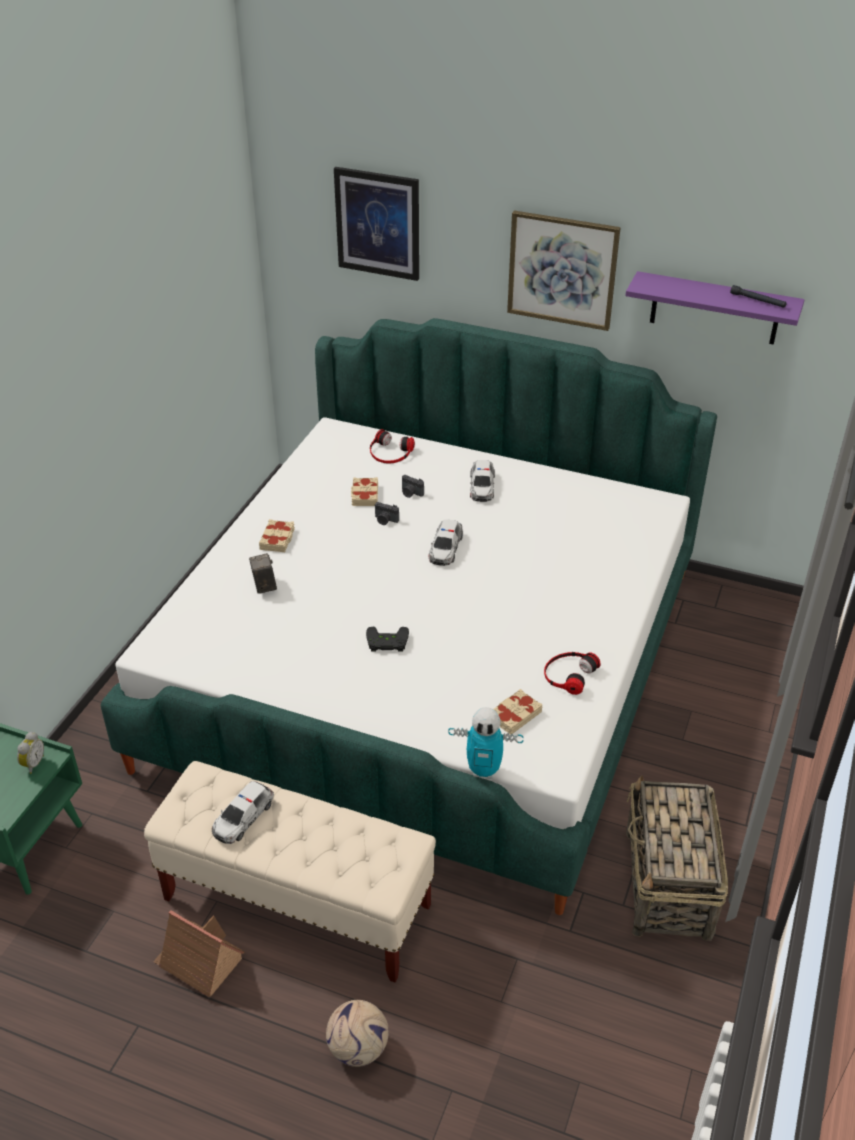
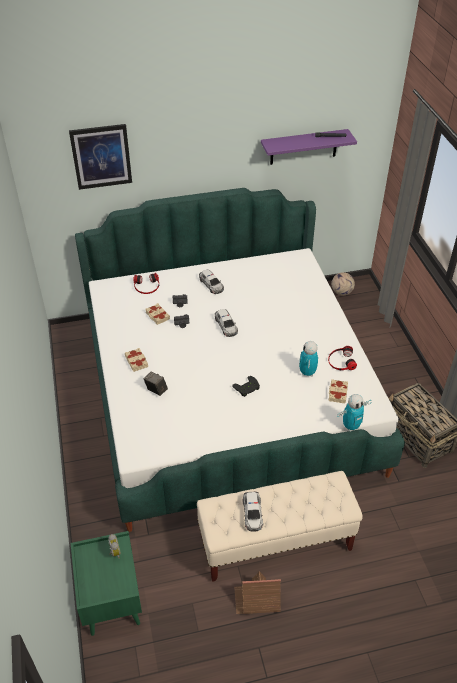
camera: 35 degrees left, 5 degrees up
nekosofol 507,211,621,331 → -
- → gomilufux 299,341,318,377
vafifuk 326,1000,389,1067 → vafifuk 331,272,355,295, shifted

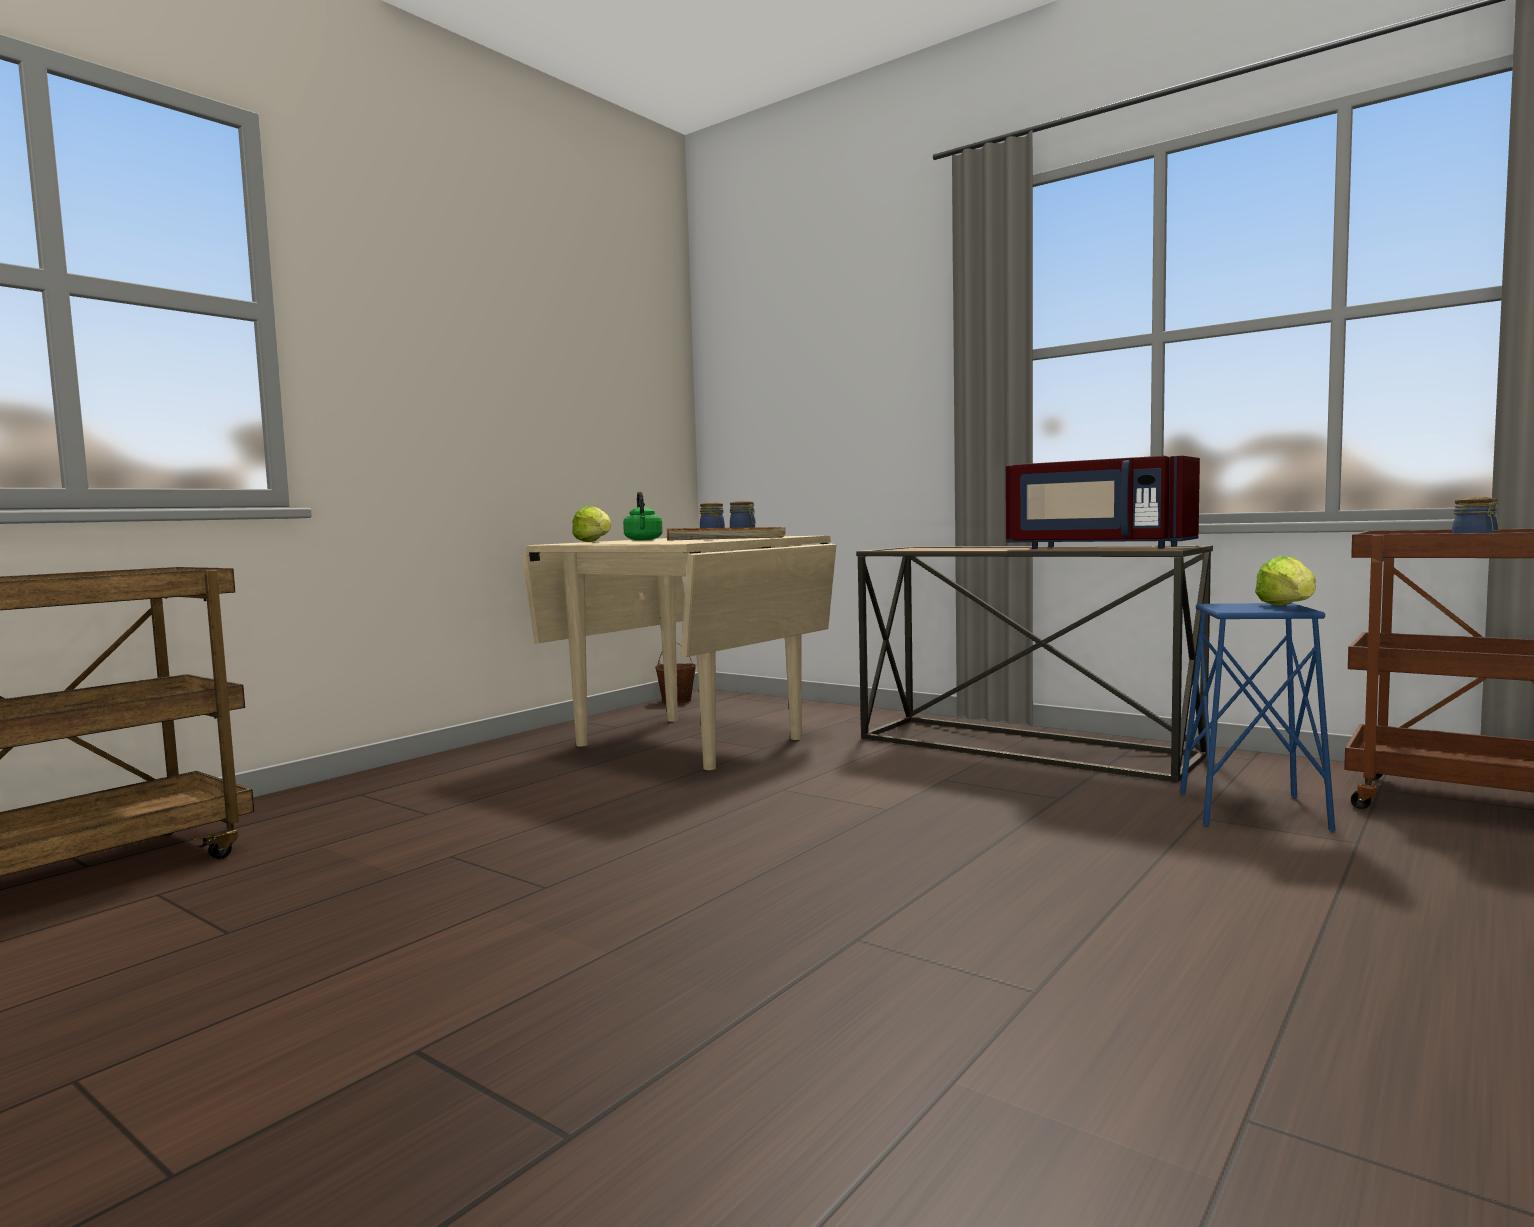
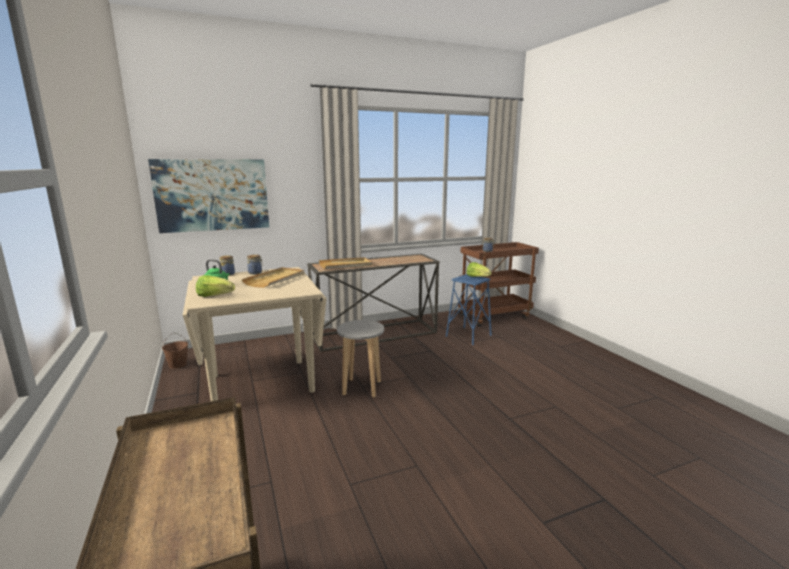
camera: 60 degrees left, 10 degrees up
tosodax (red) 1006,455,1200,549 → -
- → nekosofol 148,159,269,233
- → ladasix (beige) 319,257,373,269
- → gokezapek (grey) 337,320,384,398

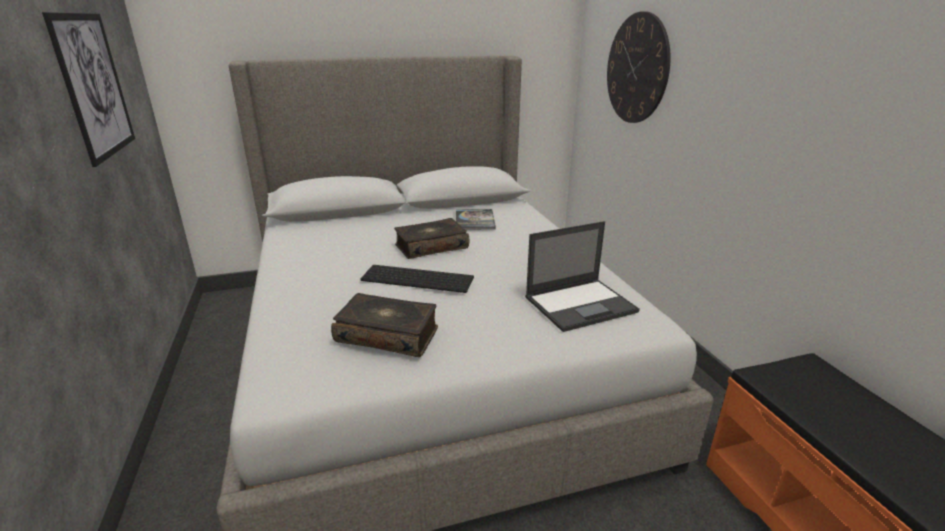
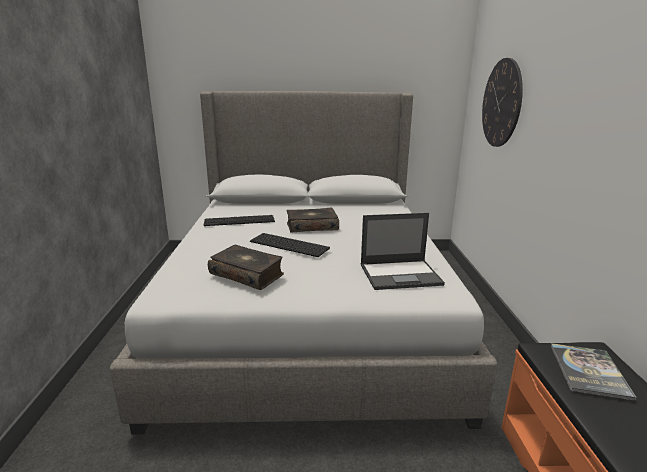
camera: 15 degrees right, 5 degrees down
nekosofol 42,12,135,167 → -
- → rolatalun 204,215,275,226
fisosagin 456,209,496,230 → fisosagin 551,343,637,401, shifted

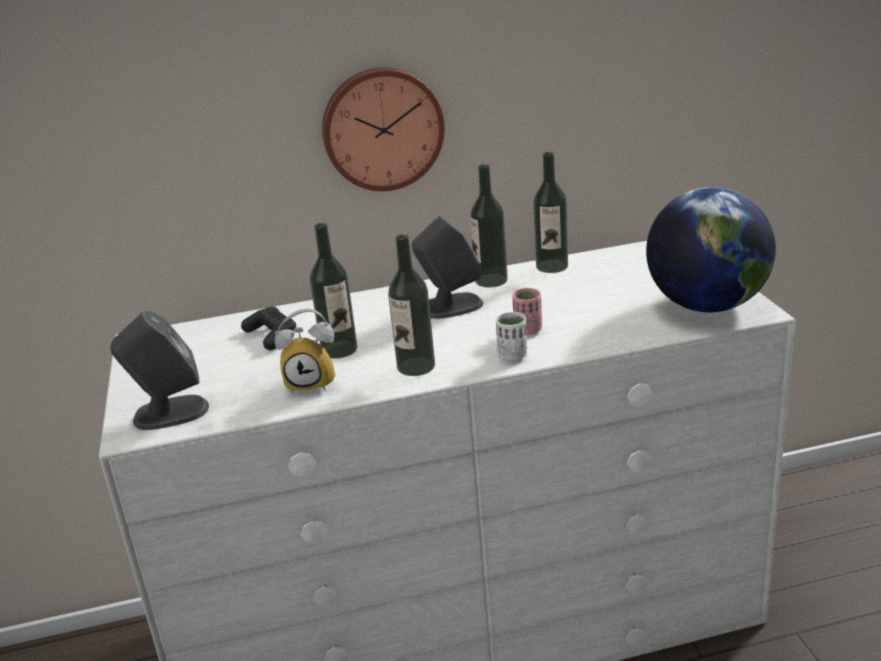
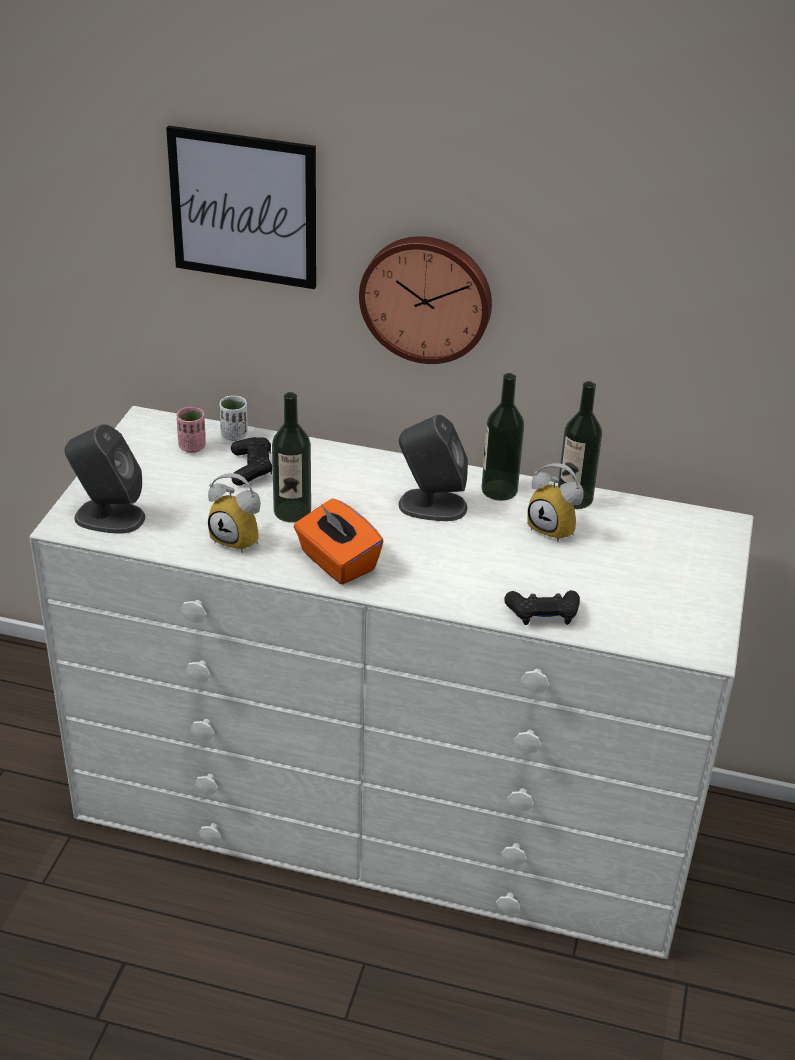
camera: 25 degrees right, 10 degrees up
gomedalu 646,187,776,312 → -
- → nekosofol 166,125,316,289
- → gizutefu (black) 504,590,580,625
- → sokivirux 527,463,584,542
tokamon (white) 496,312,527,362 → tokamon (white) 219,396,248,441, shifted
tokamon (pink) 512,288,542,335 → tokamon (pink) 177,407,206,453, shifted
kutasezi 388,234,435,376 → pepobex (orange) 294,498,384,585

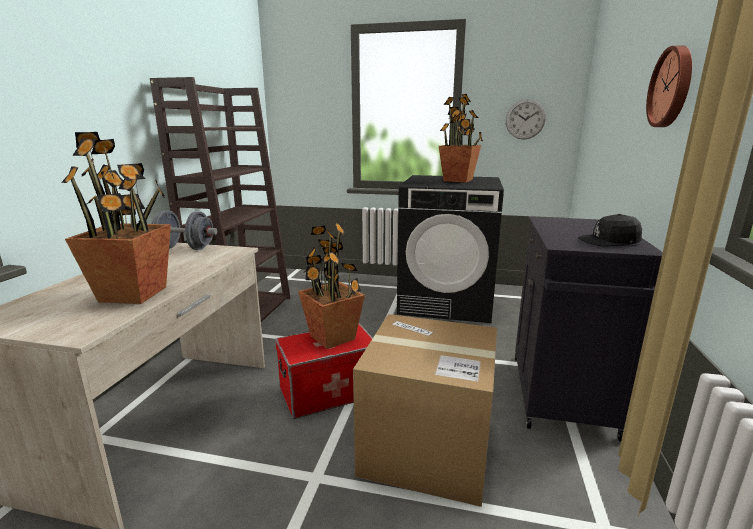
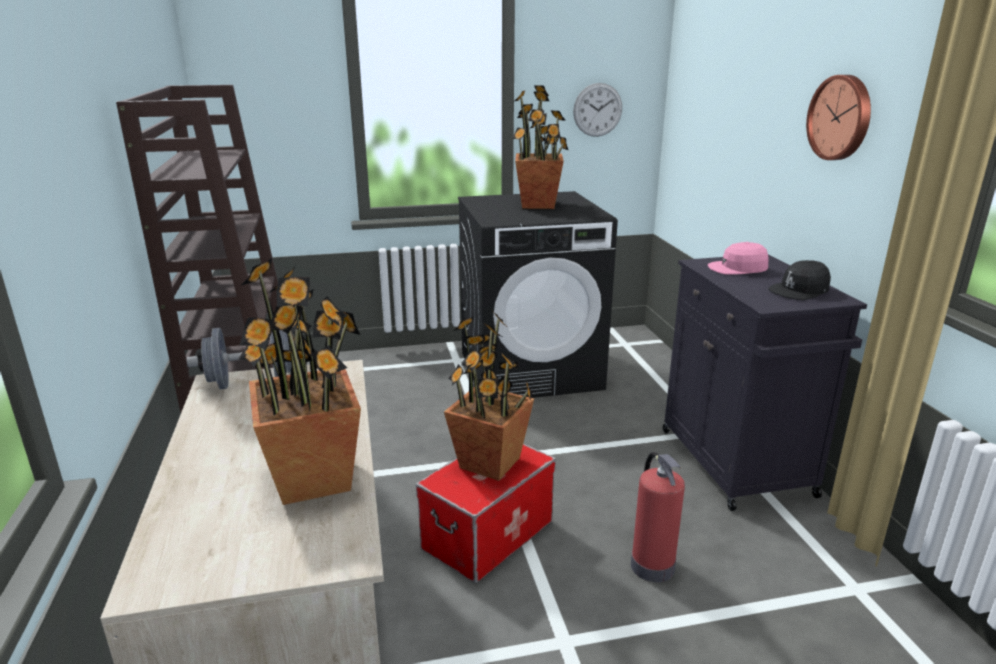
camera: 25 degrees left, 5 degrees up
- → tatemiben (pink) 708,242,769,275
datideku 353,314,497,507 → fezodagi 631,452,685,582

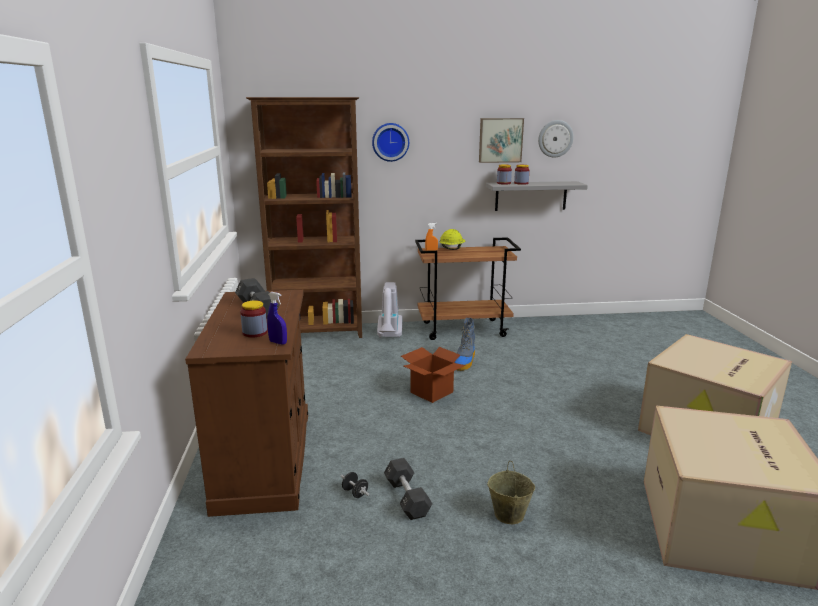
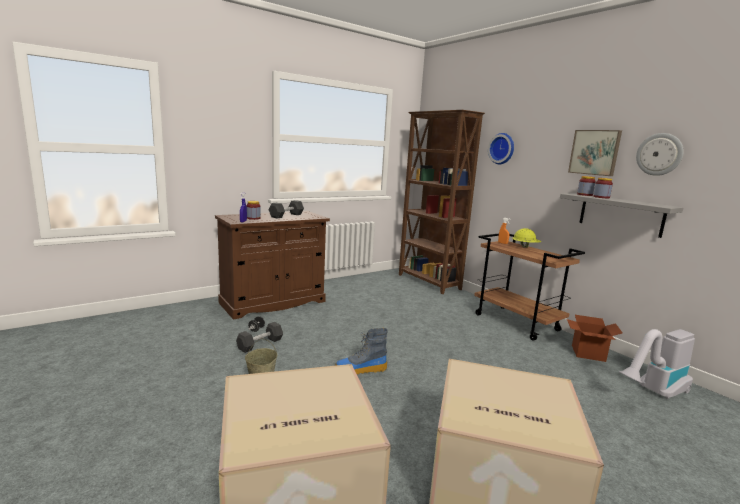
camera: 60 degrees right, 5 degrees down
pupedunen 377,282,403,338 → pupedunen 619,329,695,399, shifted
datideku 401,347,465,403 → datideku 567,315,622,362, shifted
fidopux 454,318,475,371 → fidopux 336,328,388,375, shifted

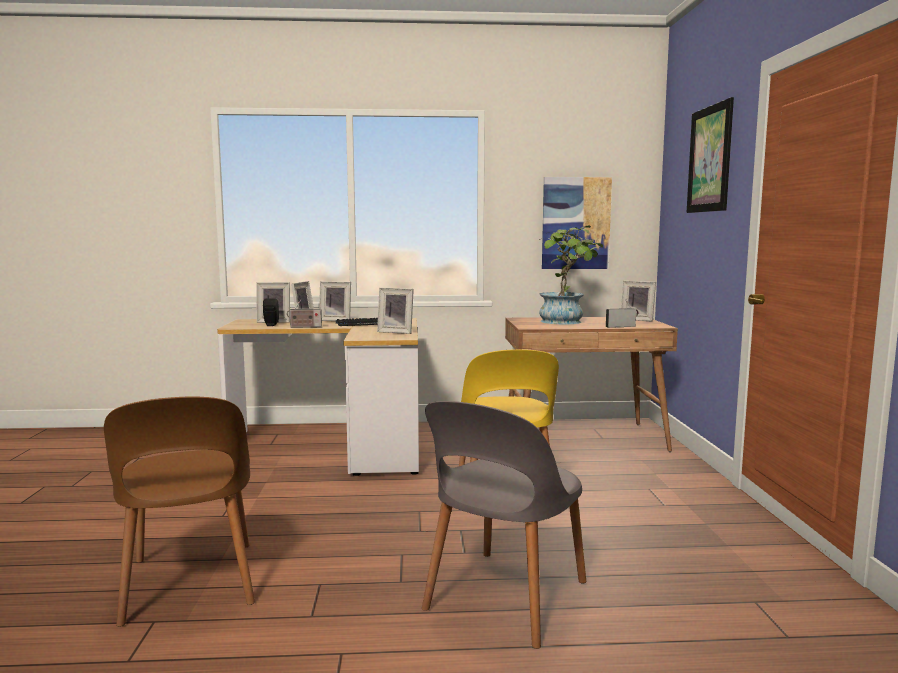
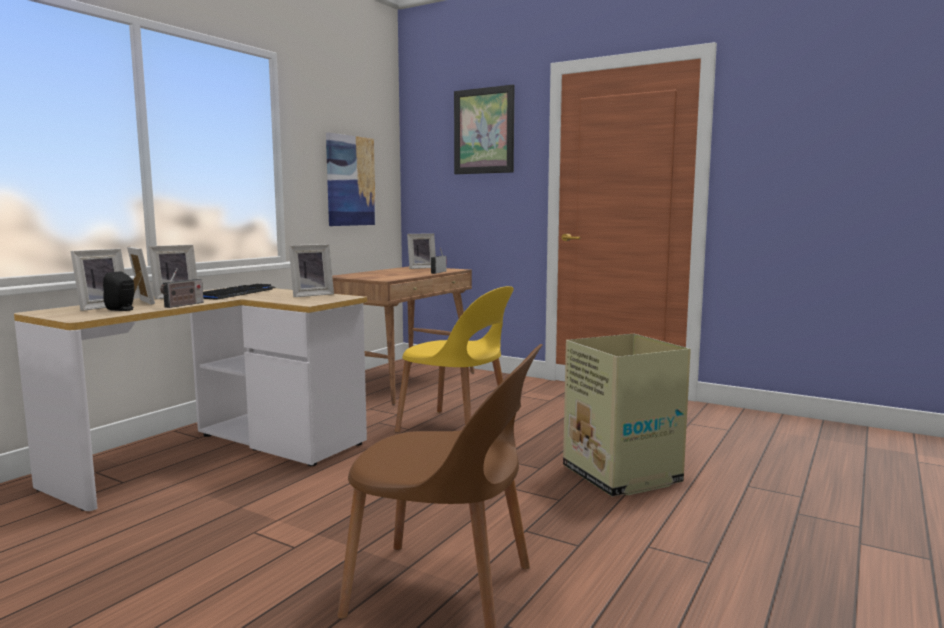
camera: 55 degrees left, 0 degrees up
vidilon 539,226,603,325 → -
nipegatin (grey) 422,401,586,649 → datideku 563,334,691,497

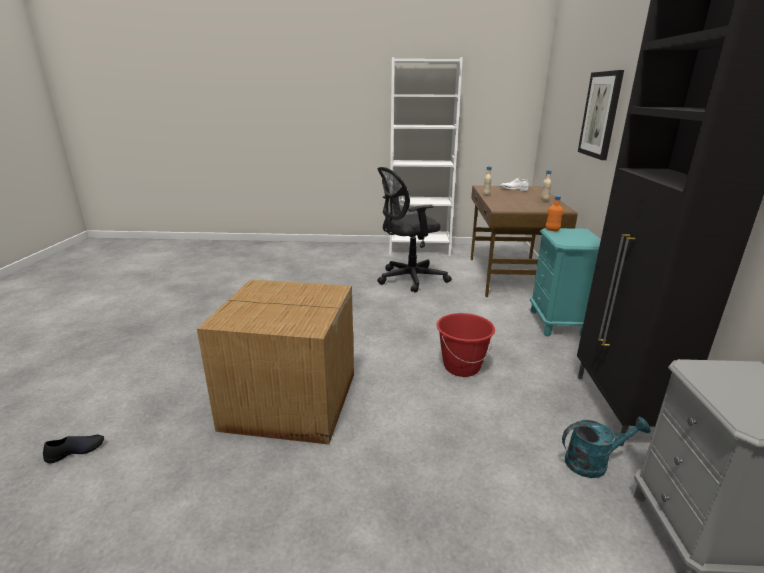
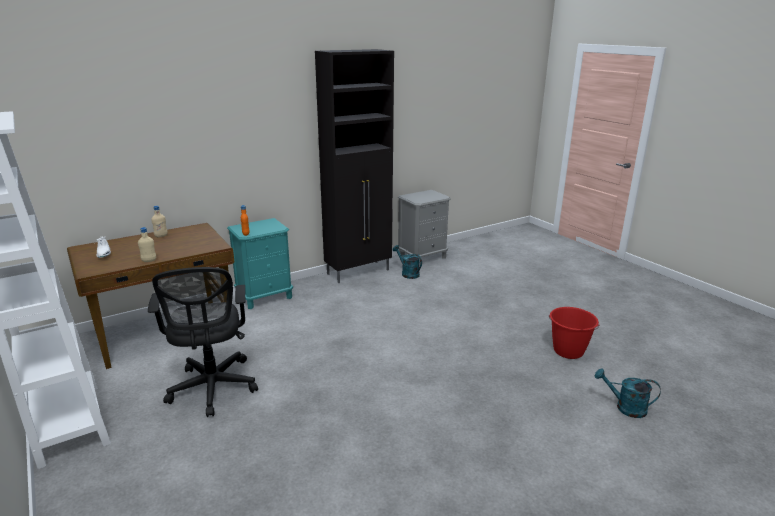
camera: 125 degrees left, 0 degrees up
datideku 197,279,354,445 → -
nekosofol 578,70,624,160 → -
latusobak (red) 436,313,495,377 → latusobak (red) 549,307,599,359, shifted
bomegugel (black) 43,435,104,463 → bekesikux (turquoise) 595,368,661,418
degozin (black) 378,167,452,293 → degozin (black) 148,267,258,417, 45 degrees clockwise

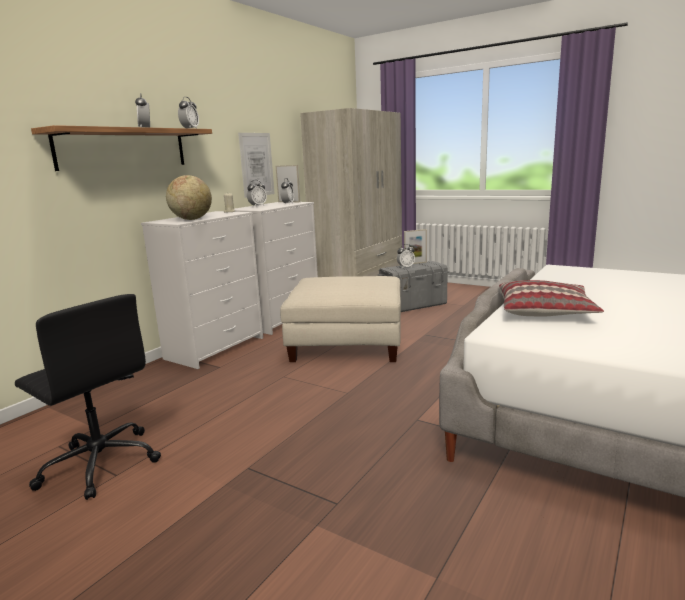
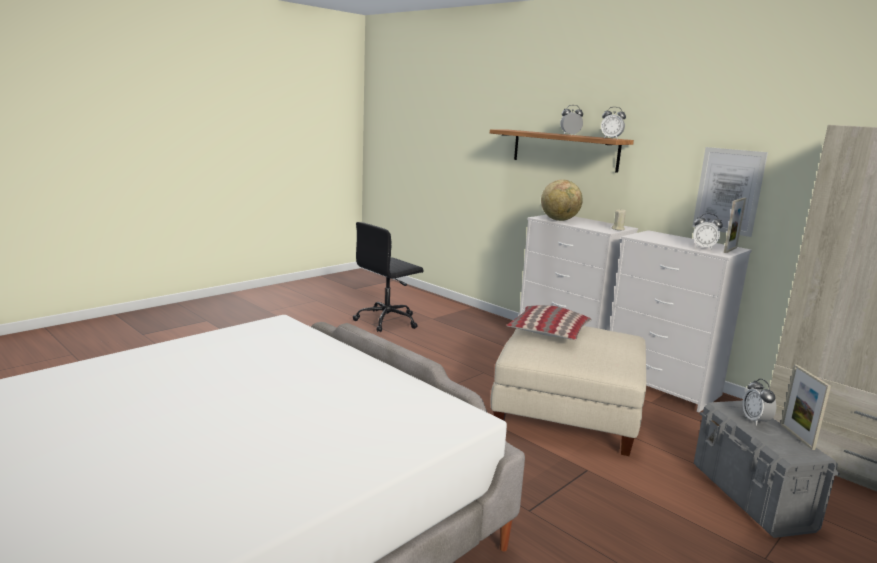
camera: 100 degrees right, 0 degrees up
sokivirux 247,180,267,207 → -
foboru 499,280,604,317 → foboru 507,305,592,340, shifted

